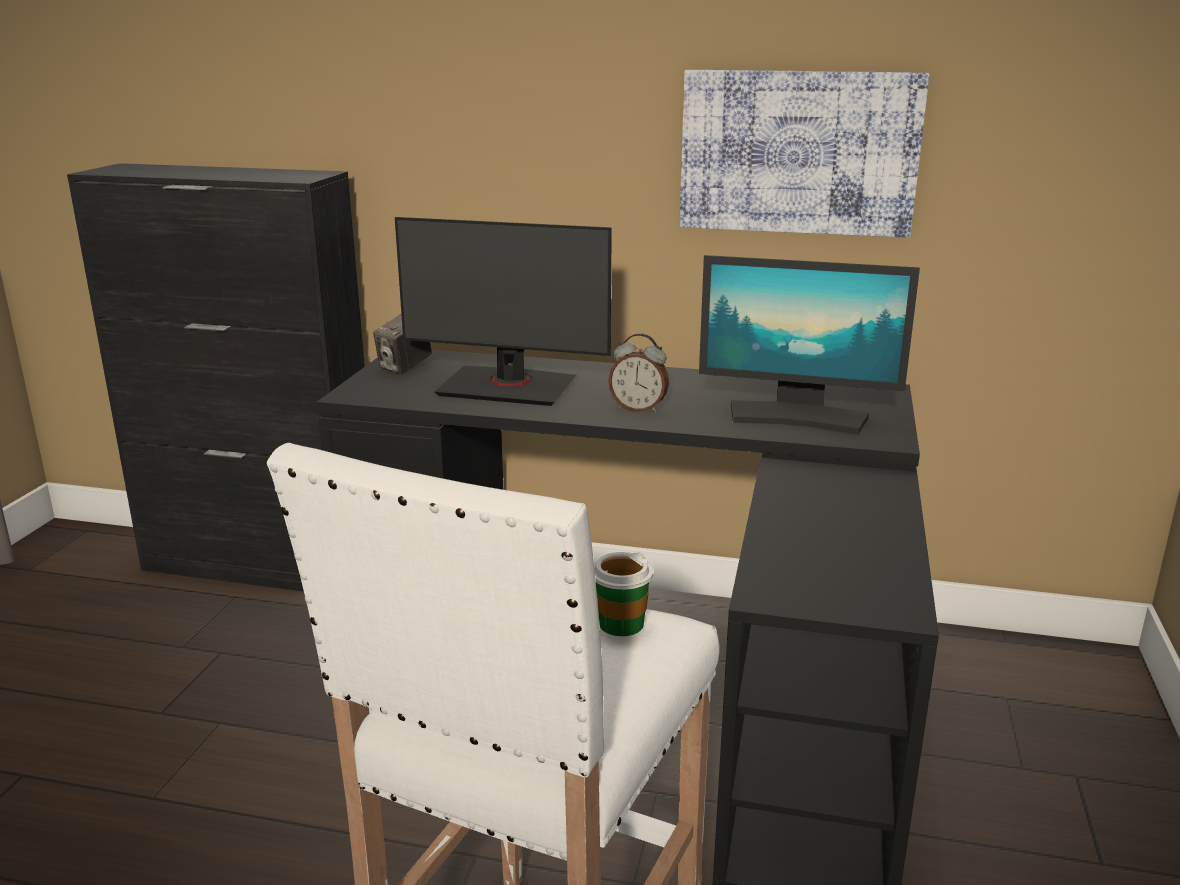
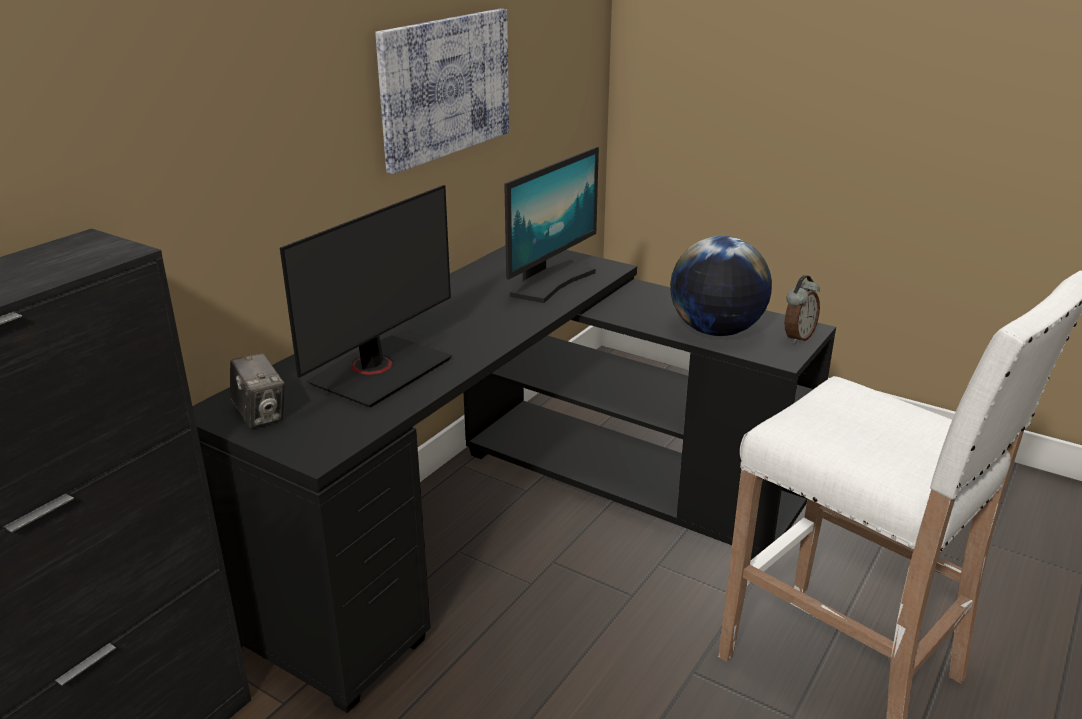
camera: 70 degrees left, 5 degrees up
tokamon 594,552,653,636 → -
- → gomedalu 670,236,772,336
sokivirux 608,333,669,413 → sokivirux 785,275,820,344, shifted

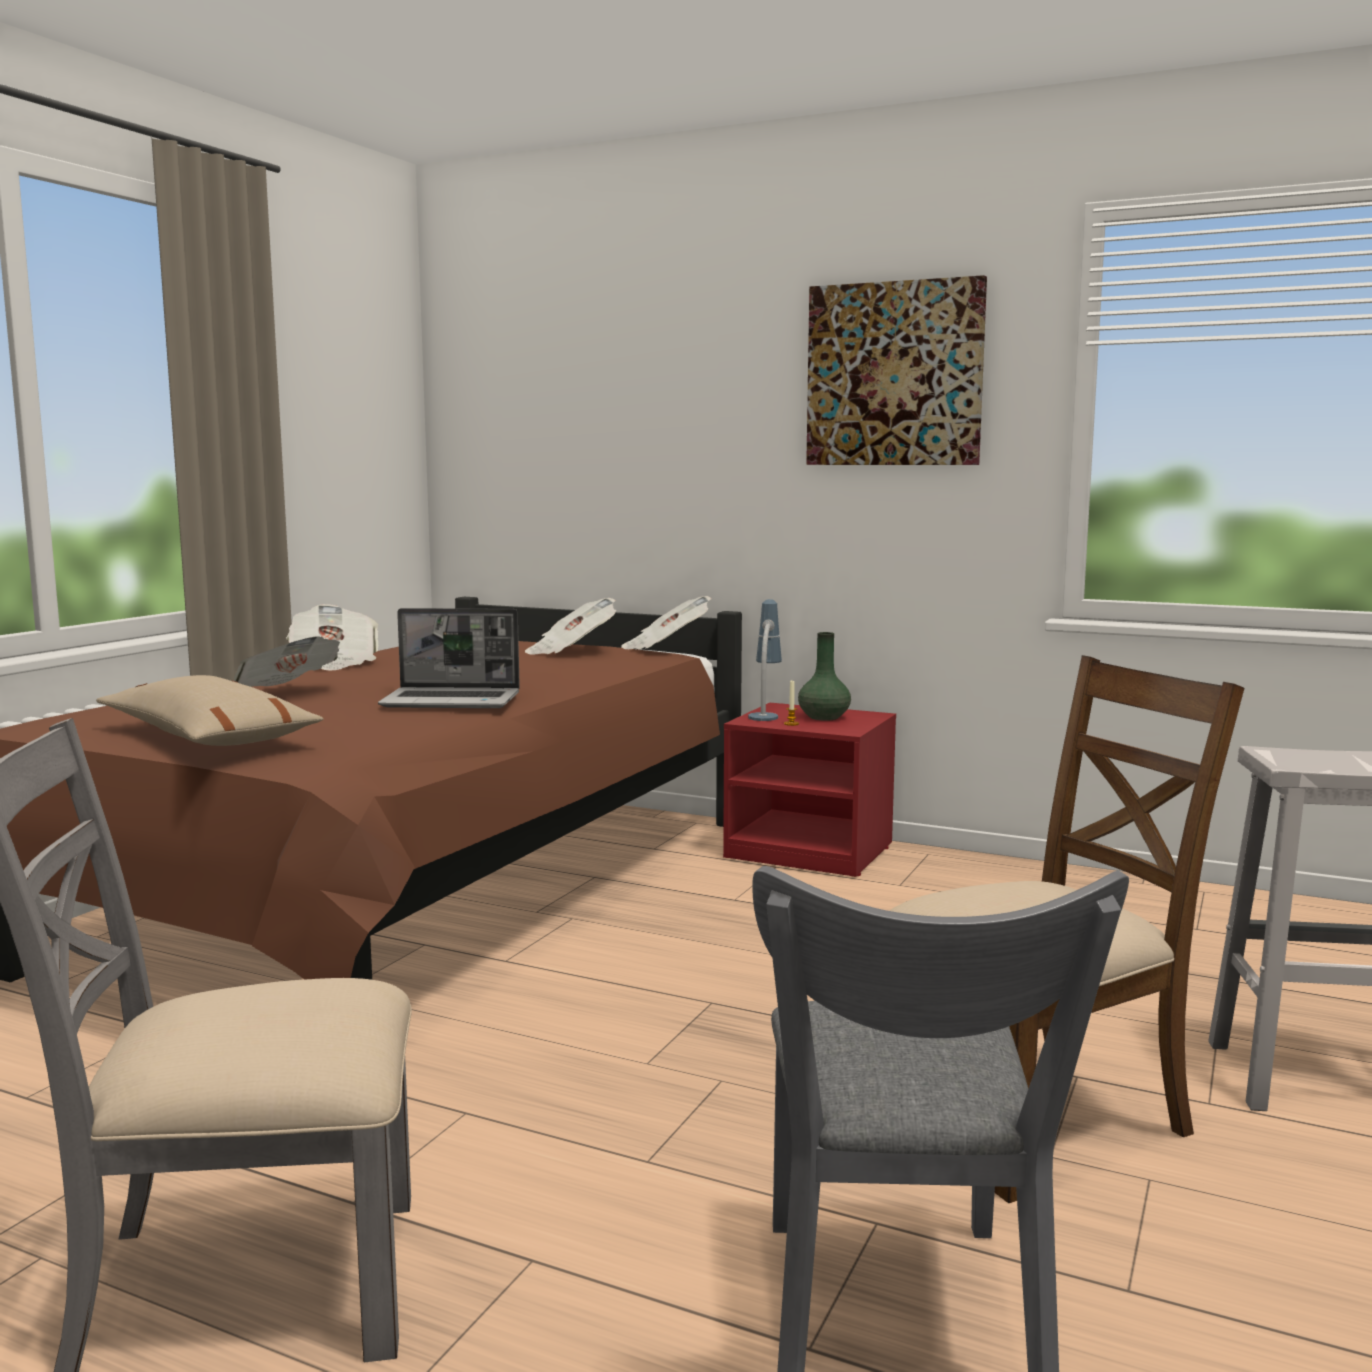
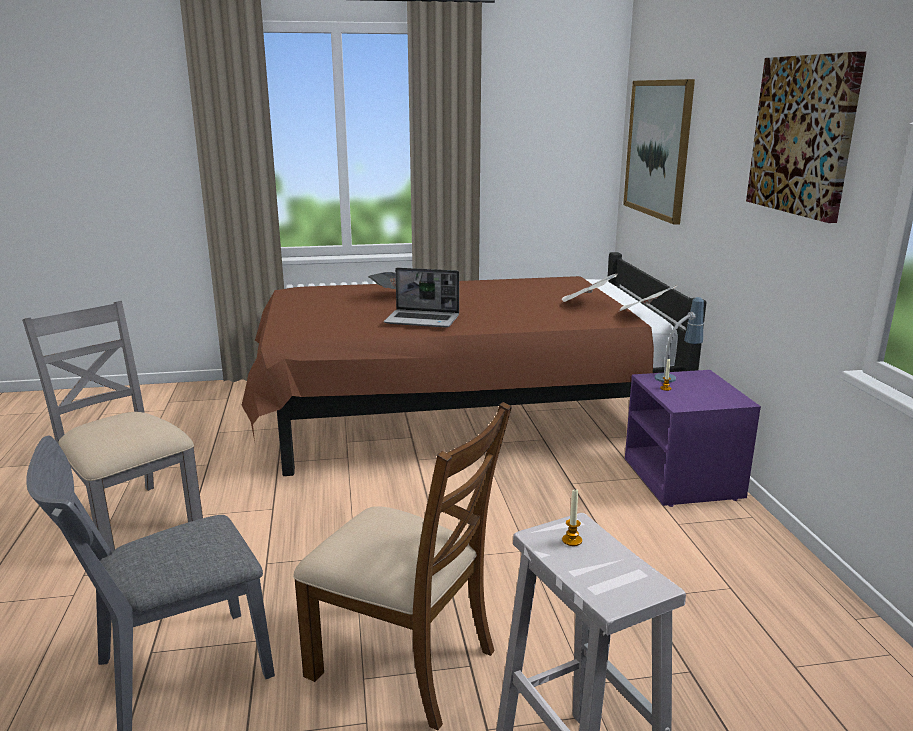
camera: 55 degrees right, 10 degrees up
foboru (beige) 97,675,323,746 → -
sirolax 286,604,378,670 → -
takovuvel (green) 798,632,851,721 → -
- → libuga 562,489,582,546
- → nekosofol 623,79,695,225
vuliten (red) 723,703,896,877 → vuliten (purple) 625,370,761,507
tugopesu 378,608,520,708 → tugopesu 384,267,459,328, 45 degrees counterclockwise

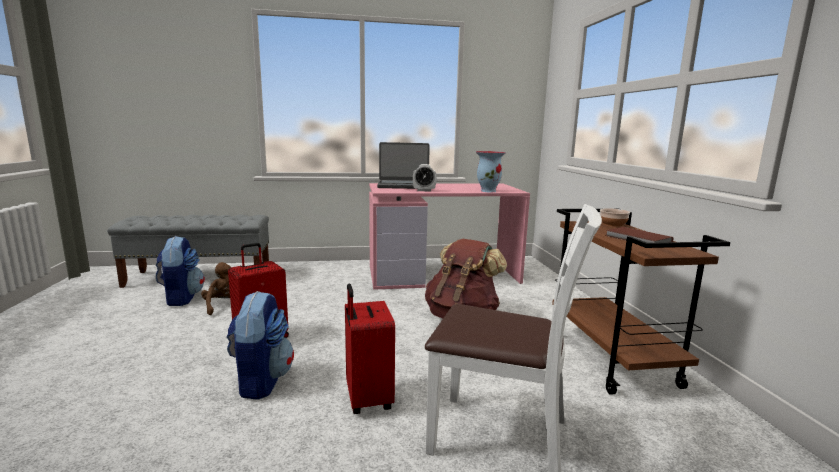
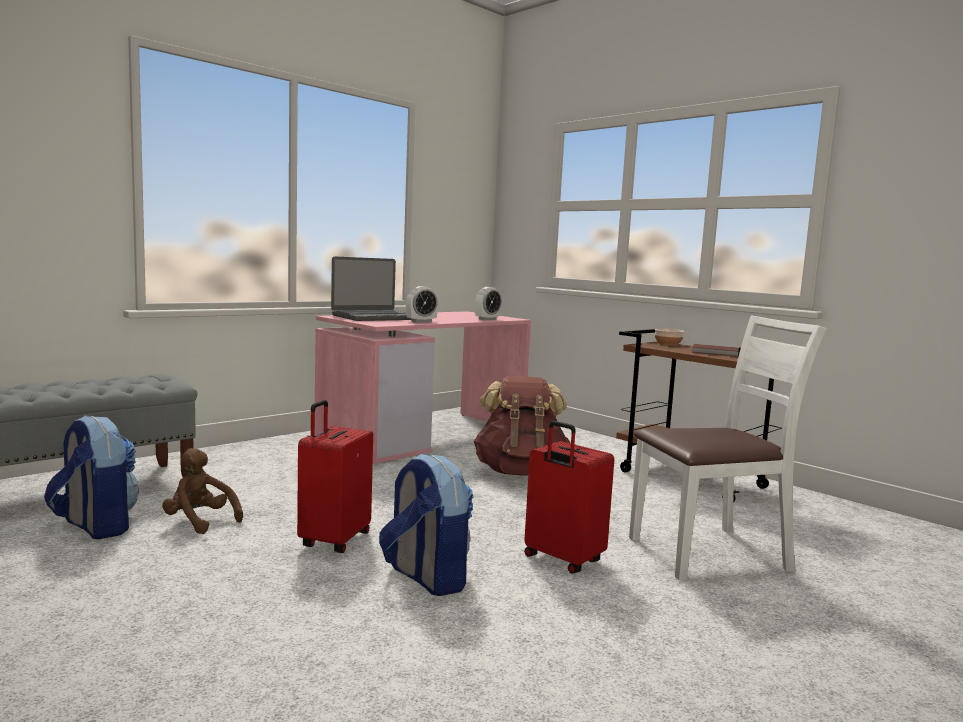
camera: 35 degrees left, 5 degrees down
takovuvel 476,151,506,192 → sokivirux 475,287,502,320

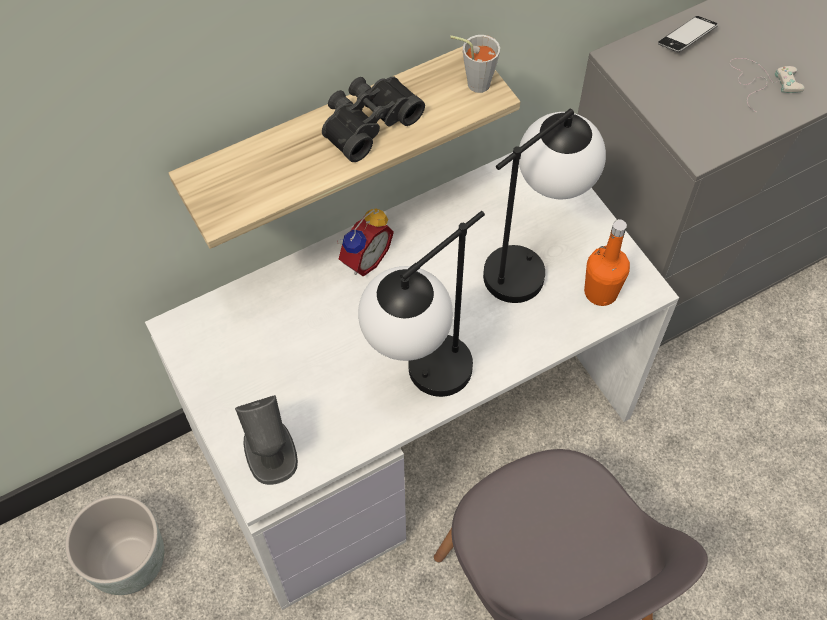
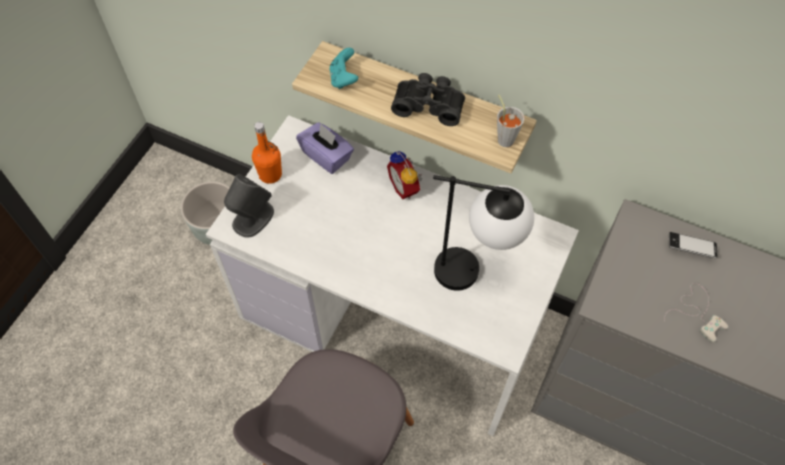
camera: 55 degrees right, 0 degrees up
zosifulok 358,211,485,397 → -
- → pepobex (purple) 296,122,354,174
- → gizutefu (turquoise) 329,48,358,89
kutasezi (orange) 584,219,630,306 → kutasezi (orange) 252,122,282,184, shifted
sokivirux 337,209,394,277 → sokivirux 387,151,423,199, 60 degrees clockwise

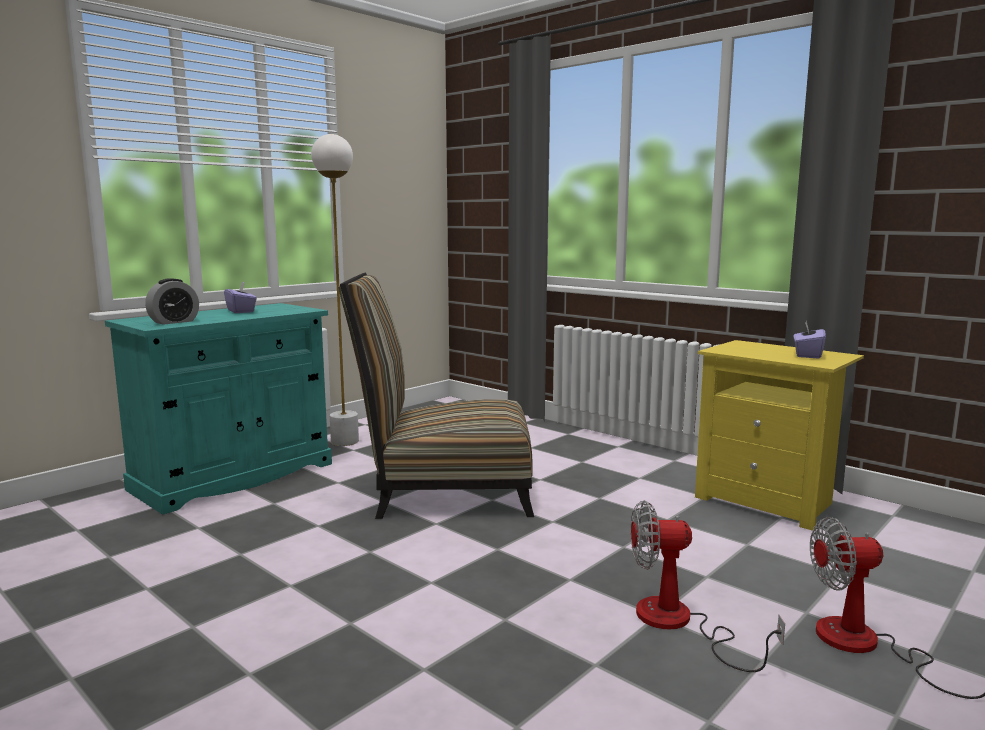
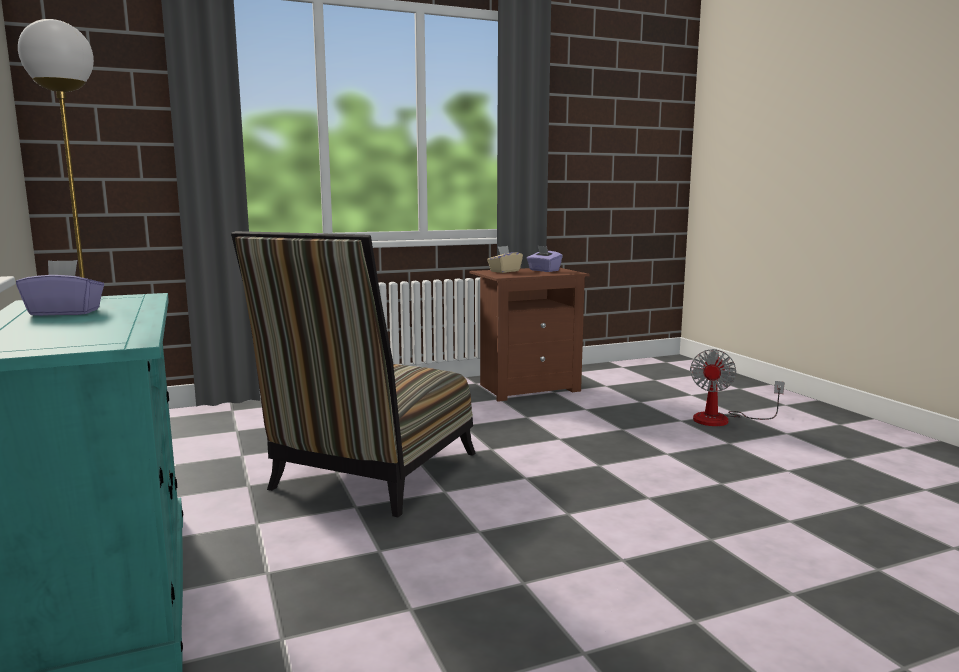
camera: 65 degrees left, 0 degrees up
sokivirux 145,278,199,325 → -
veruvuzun 631,501,785,672 → -
- → pepobex (beige) 487,246,523,273
vuliten (yellow) 695,340,864,531 → vuliten (brown) 469,268,590,402

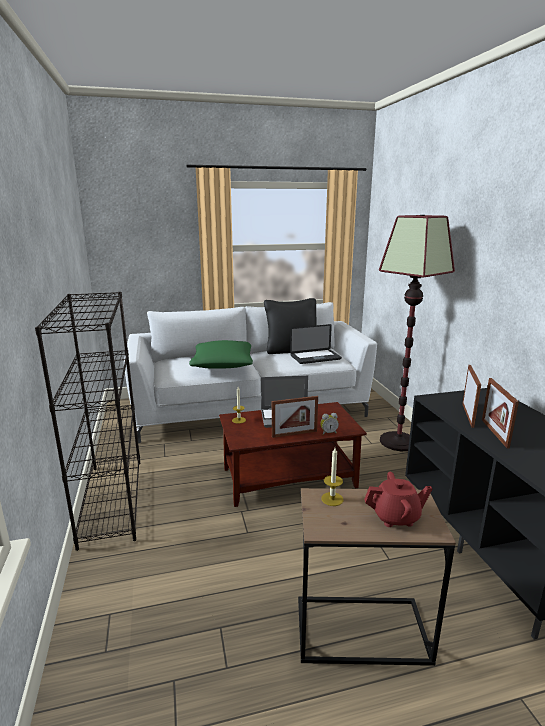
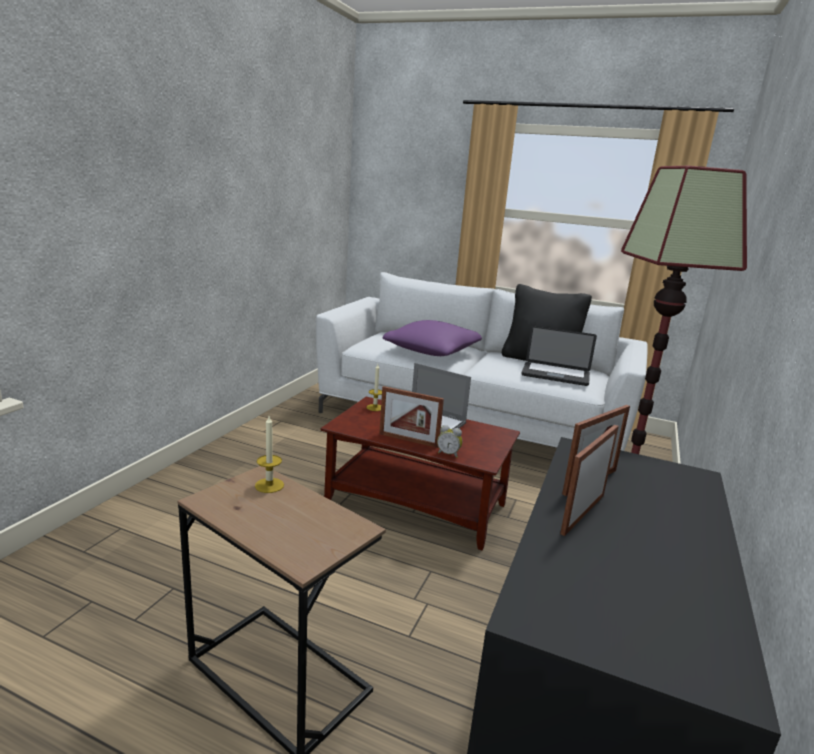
camera: 35 degrees right, 0 degrees up
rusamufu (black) 35,292,140,551 → -
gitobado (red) 364,472,433,527 → -
foboru (green) 189,340,253,369 → foboru (purple) 383,320,482,356

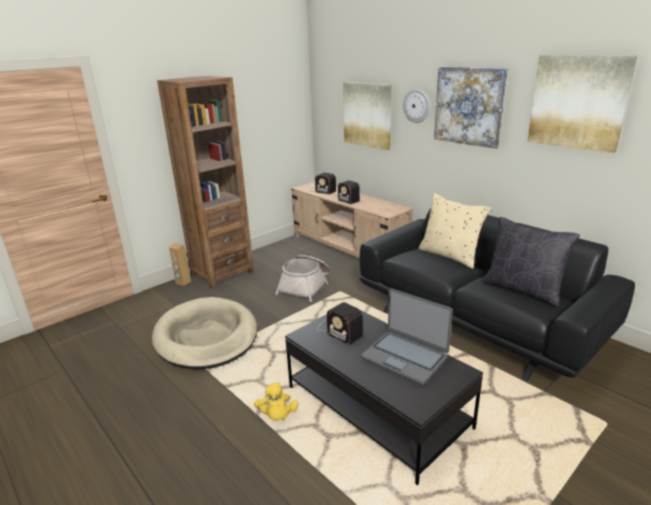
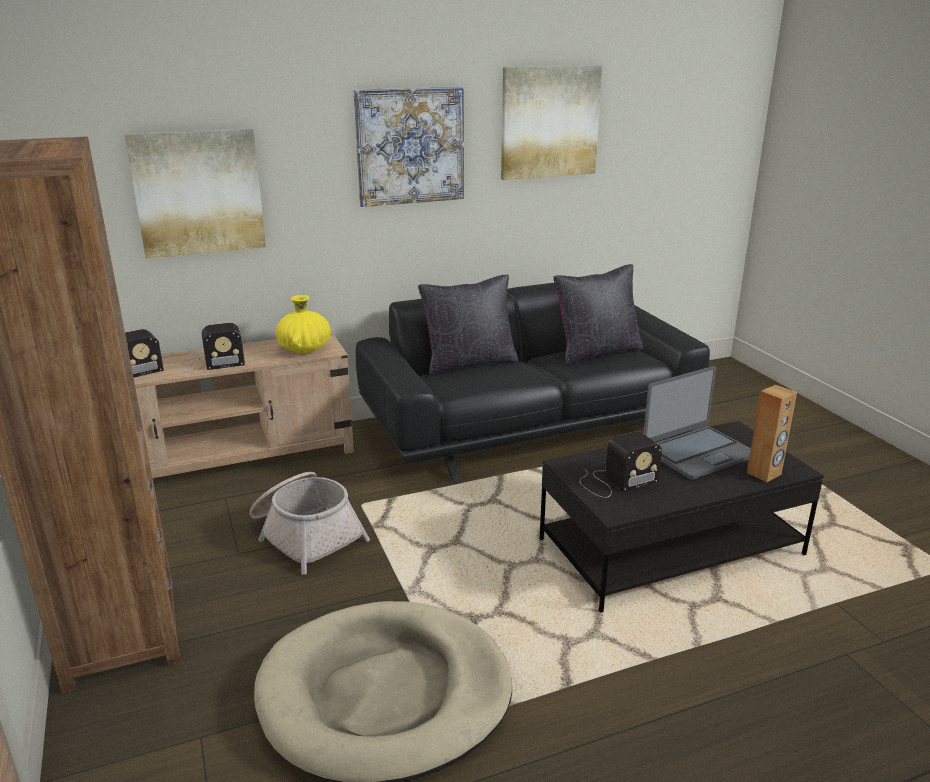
camera: 70 degrees left, 0 degrees up
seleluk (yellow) 254,382,298,421 → -
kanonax 403,89,430,123 → -
- → takovuvel (yellow) 276,295,331,353
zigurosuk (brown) 169,243,191,286 → zigurosuk (brown) 747,385,797,482, shifted
foboru (beige) 418,194,491,269 → foboru (black) 418,275,519,375

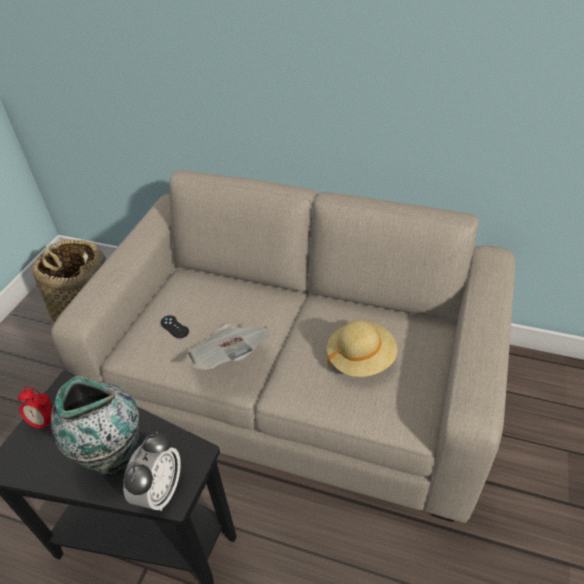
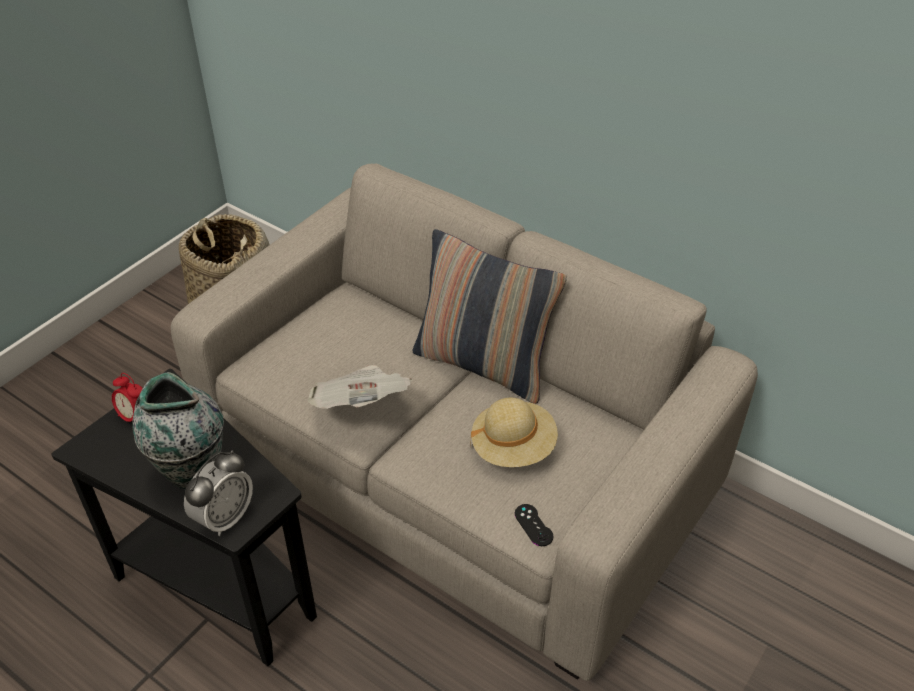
camera: 15 degrees right, 0 degrees up
- → foboru 413,229,567,404
gizutefu (black) 160,315,189,339 → gizutefu (black) 515,504,553,546, shifted

